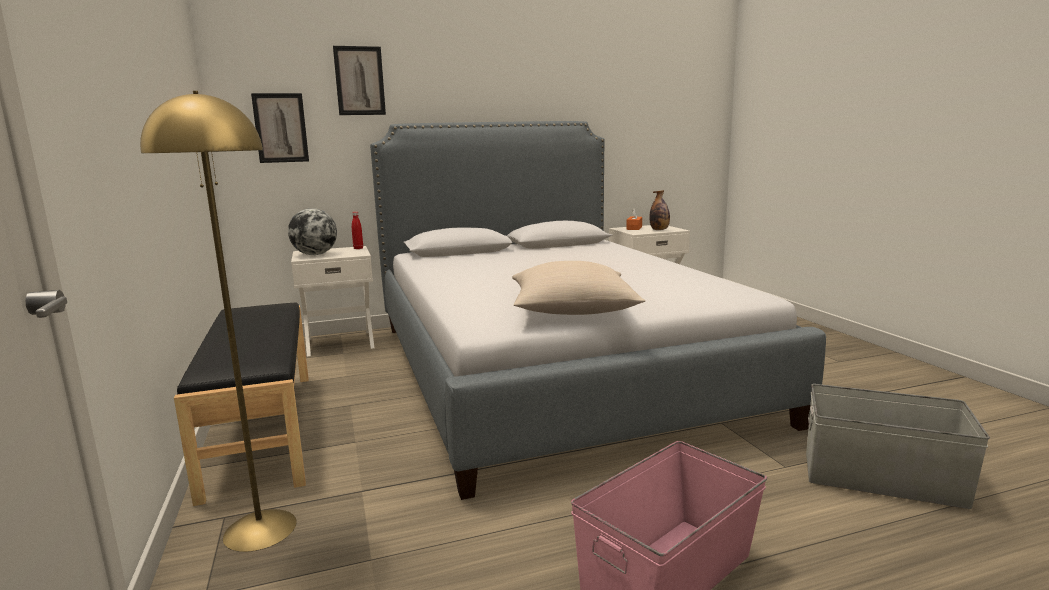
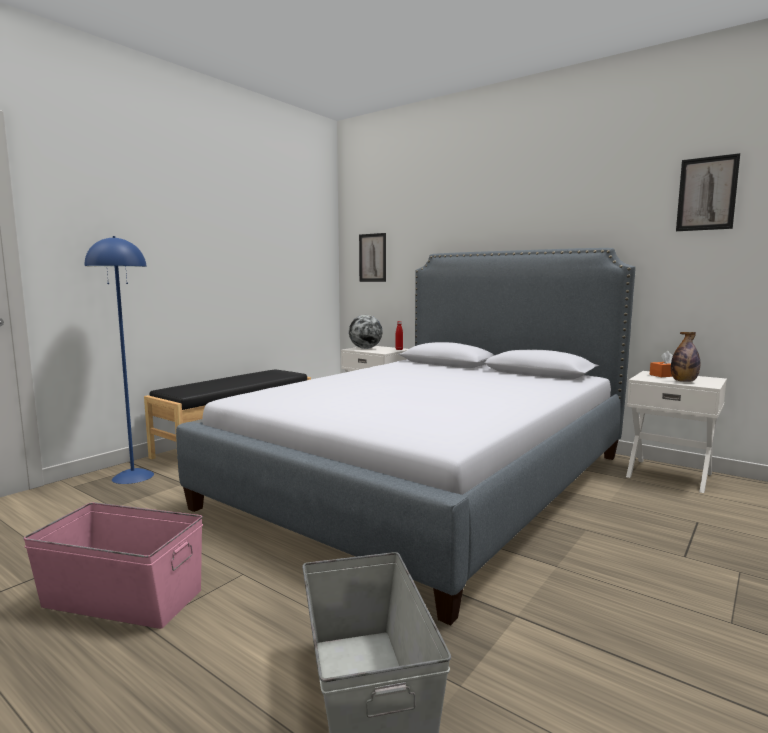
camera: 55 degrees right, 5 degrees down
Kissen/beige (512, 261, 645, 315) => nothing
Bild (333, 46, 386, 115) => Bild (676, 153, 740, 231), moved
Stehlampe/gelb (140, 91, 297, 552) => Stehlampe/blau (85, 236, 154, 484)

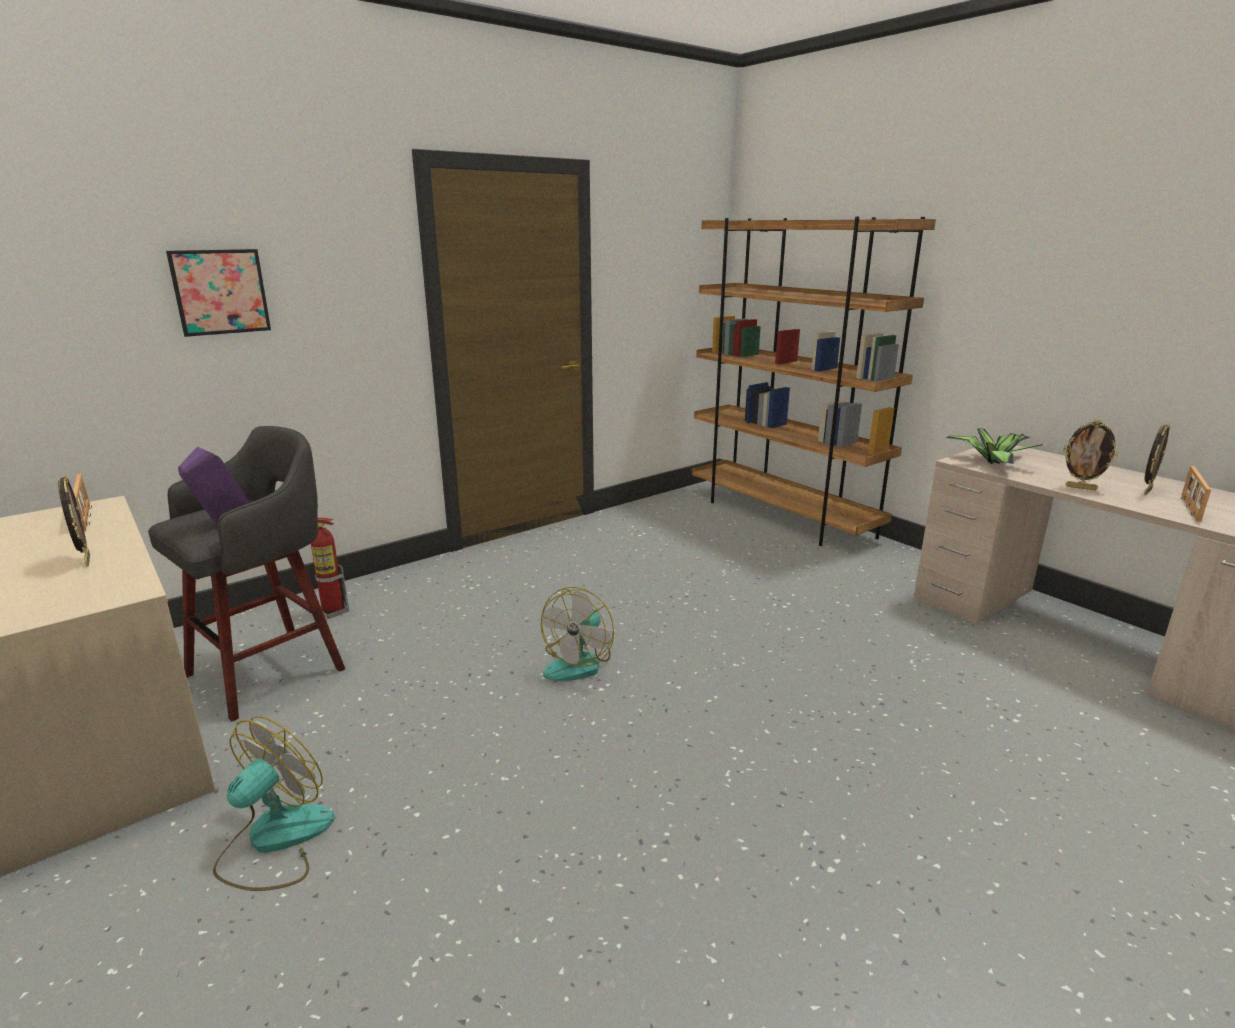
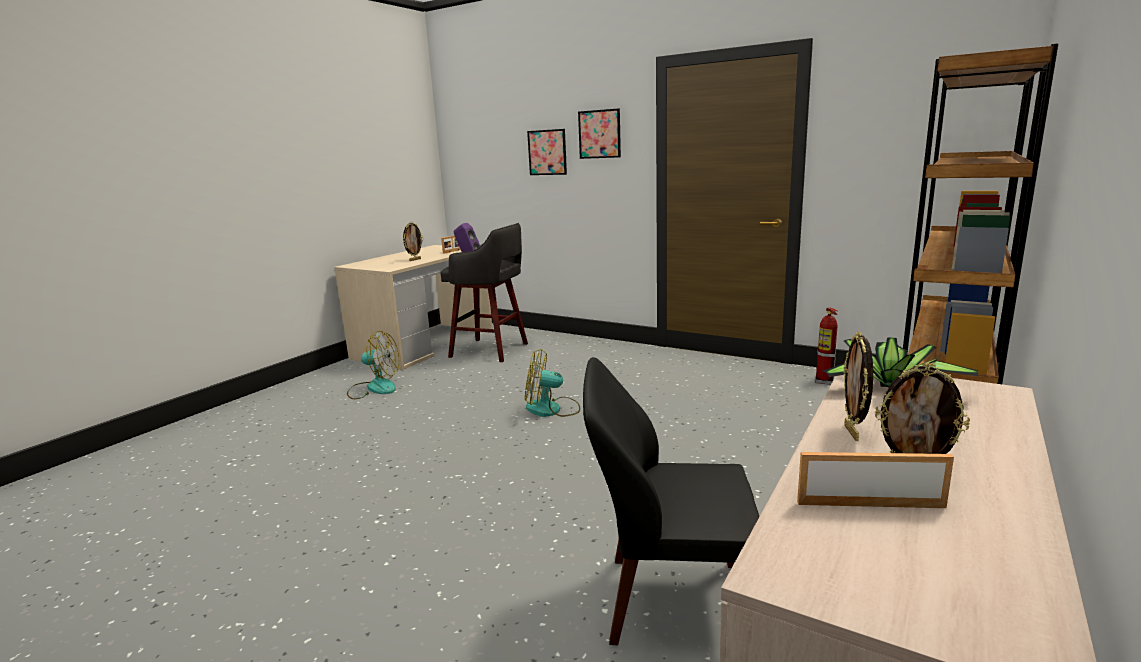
camera: 70 degrees right, 5 degrees down
nothing => Bild (578, 108, 621, 159)
nothing => Stuhl/schwarz (583, 357, 759, 645)
Feuerlöscher (311, 518, 349, 619) => Feuerlöscher (815, 308, 837, 385), moved

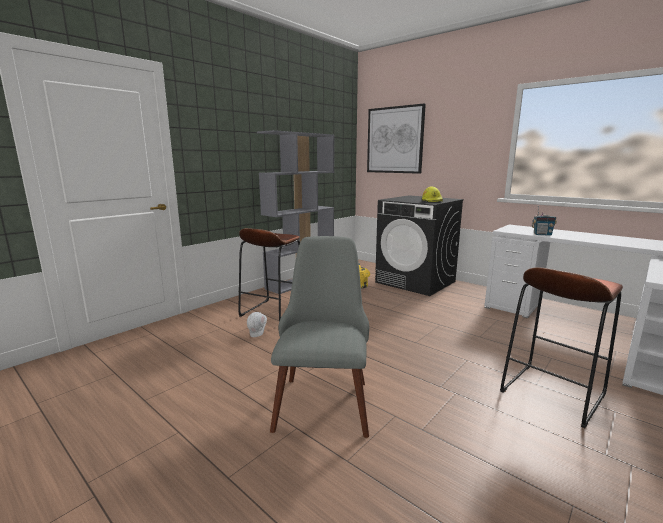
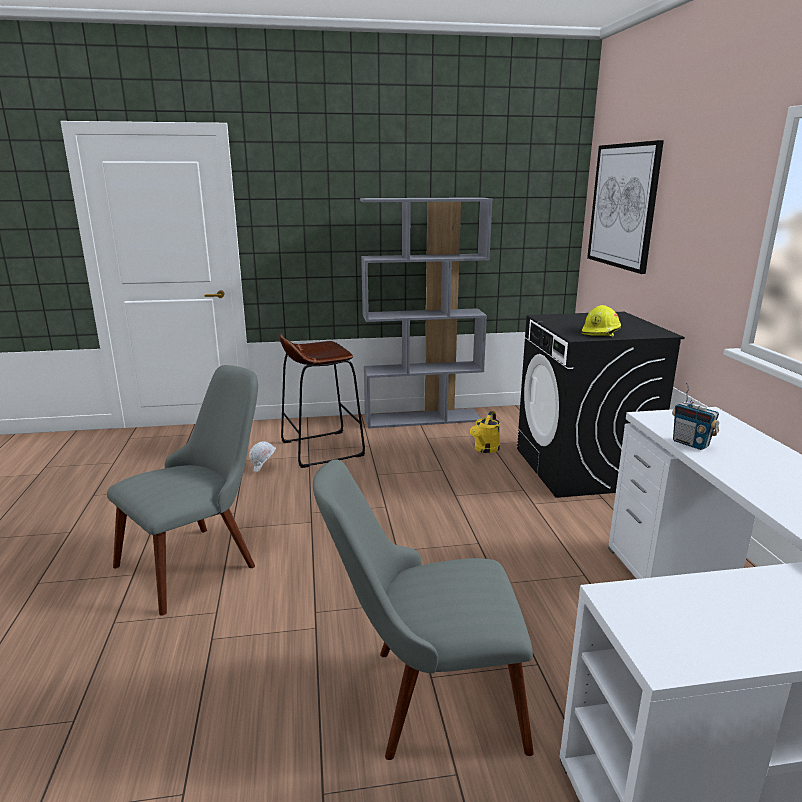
camera: 40 degrees right, 5 degrees up
Hocker/braun (500, 267, 623, 428) => Stuhl/grau (313, 459, 534, 760)

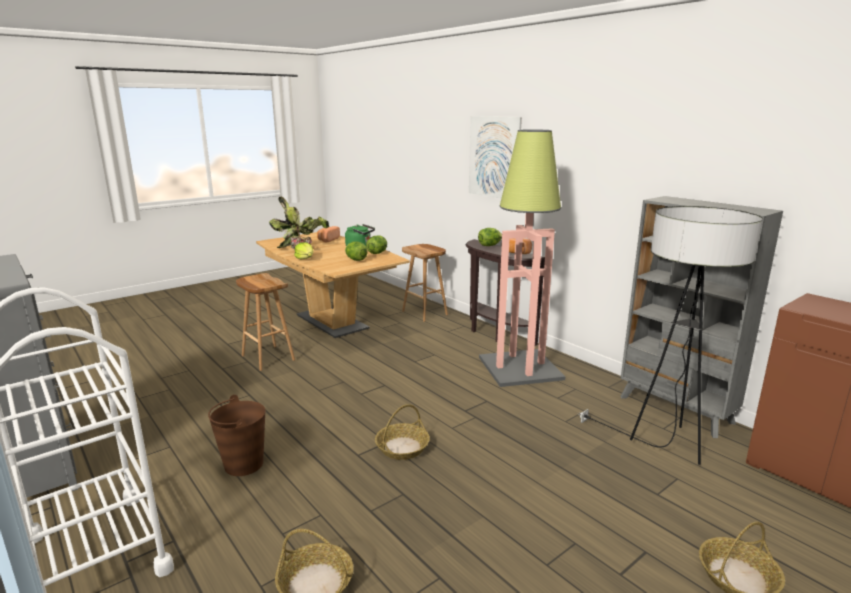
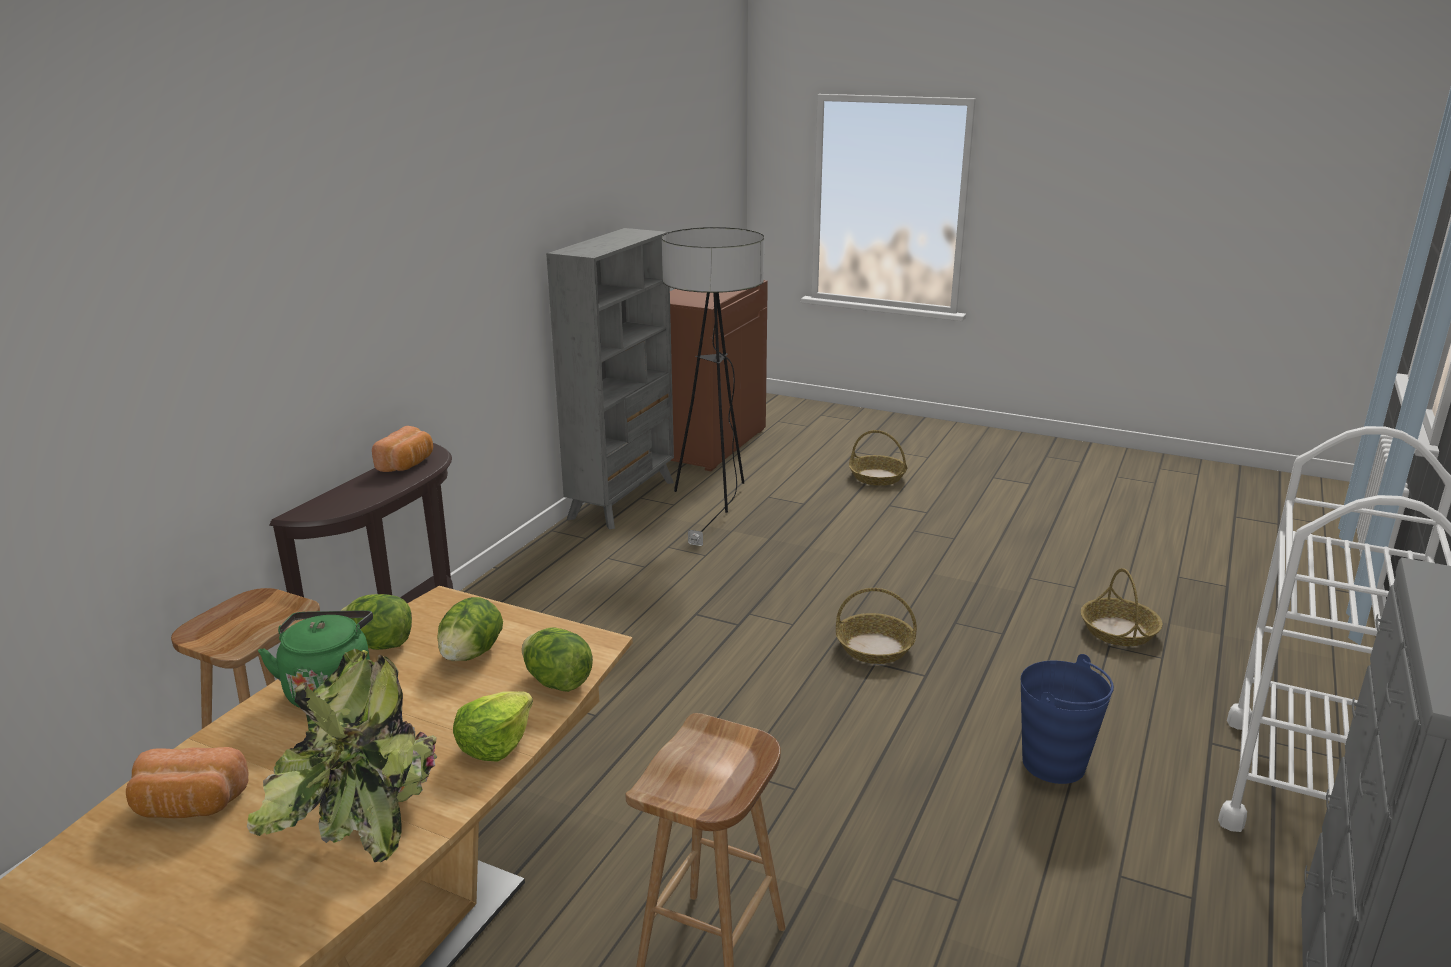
camera: 115 degrees left, 5 degrees up
Bild (469, 116, 522, 198) => nothing
Stehlampe (479, 129, 565, 387) => nothing
Salatkopf (478, 228, 502, 246) => Salatkopf (522, 627, 593, 692), moved
Eimer/braun (208, 395, 265, 476) => Eimer/blau (1021, 654, 1114, 784)

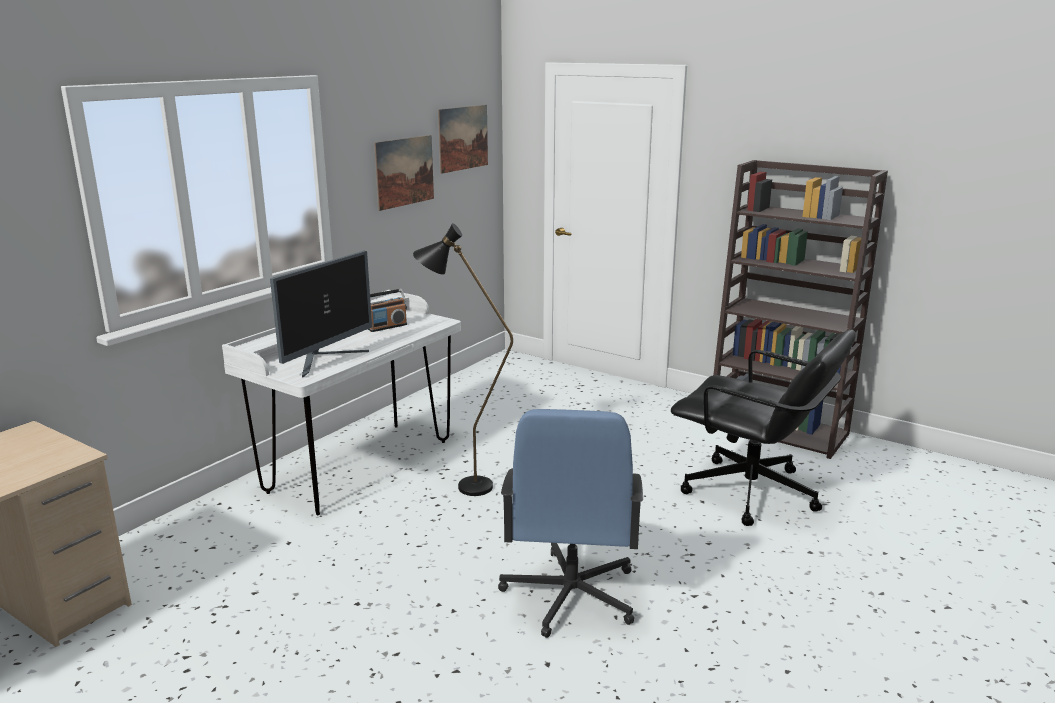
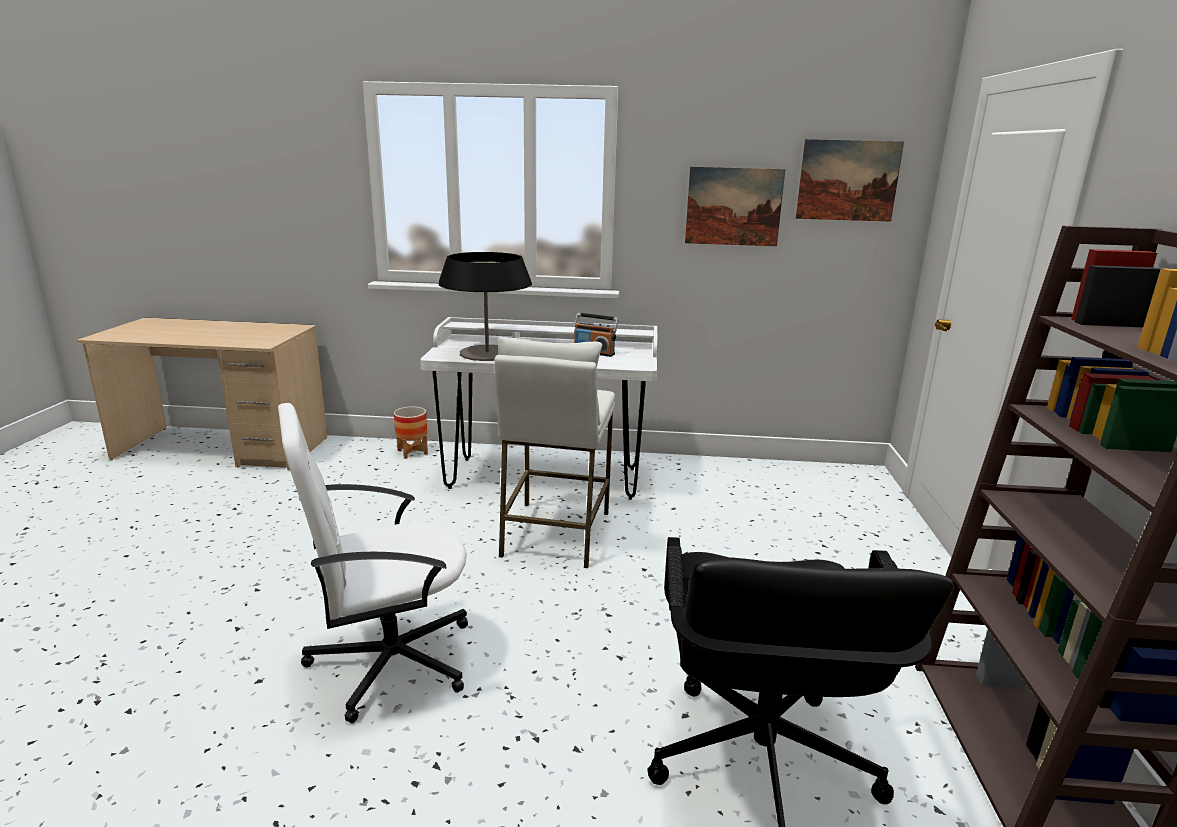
camera: 60 degrees right, 0 degrees up
nothing => Pflanzkübel (394, 406, 428, 459)
Monitor (270, 251, 372, 378) => Tischlampe (439, 252, 532, 361)
Stehlampe/schwarz (413, 223, 513, 496) => Hocker/weiß (494, 336, 615, 568)
Bürostuhl/blau (498, 409, 643, 638) => Bürostuhl/weiß (278, 403, 468, 723)

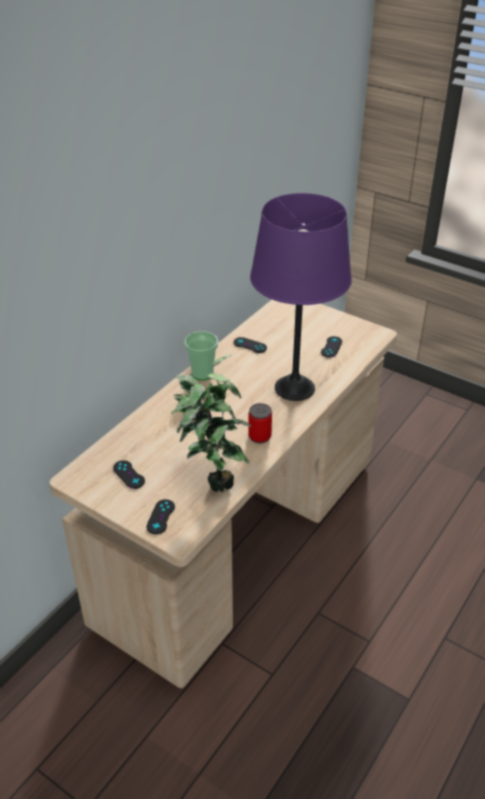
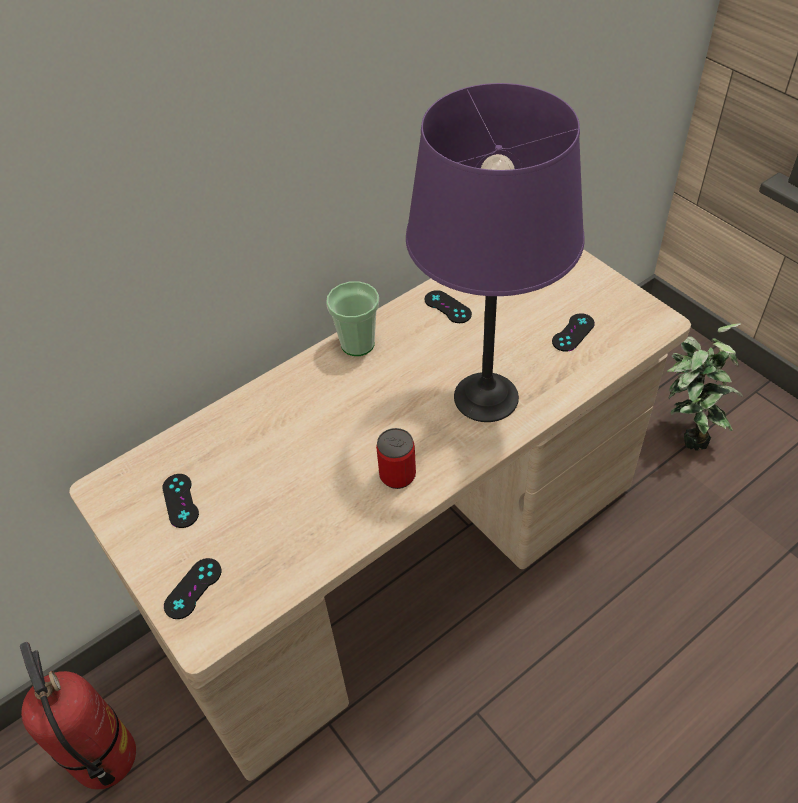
camera: 20 degrees right, 10 degrees up
nothing => Feuerlöscher (20, 642, 136, 789)
Topfpflanze (171, 354, 251, 492) => Topfpflanze (667, 323, 743, 451), moved

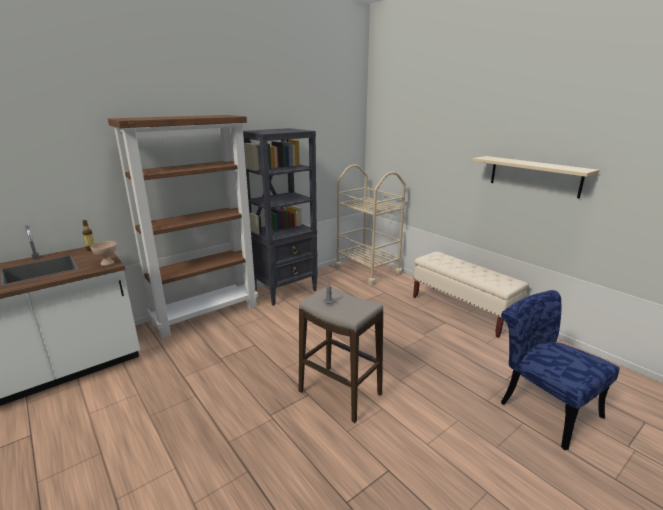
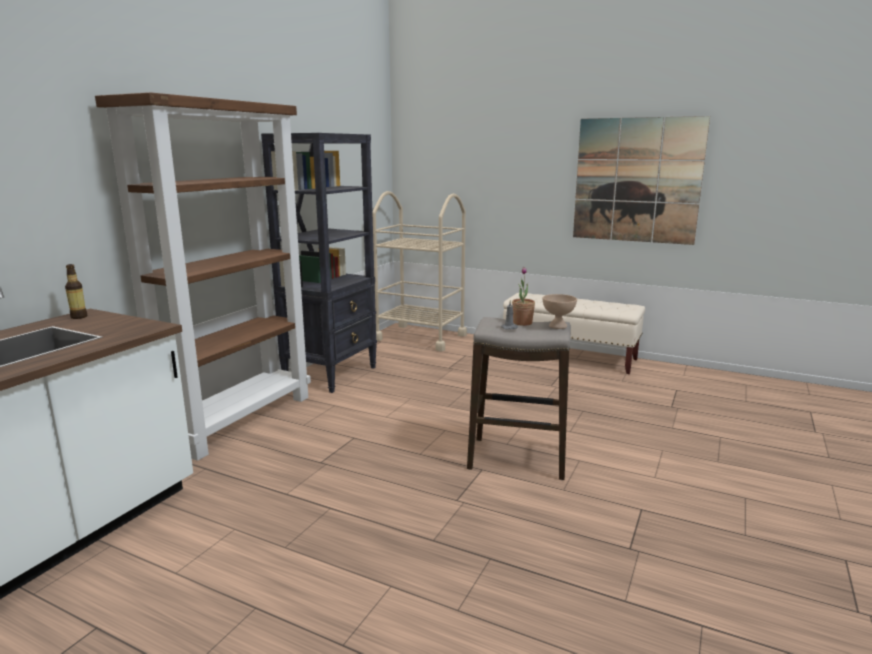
camera: 25 degrees left, 5 degrees down
Stuhl/blau (501, 290, 620, 450) => nothing
nothing => Topfpflanze (512, 267, 535, 326)
Schüssel/beige (90, 241, 117, 266) => Schüssel/beige (542, 294, 577, 329), moved
Wandregal/beige (472, 156, 599, 198) => Bild (573, 116, 710, 245)

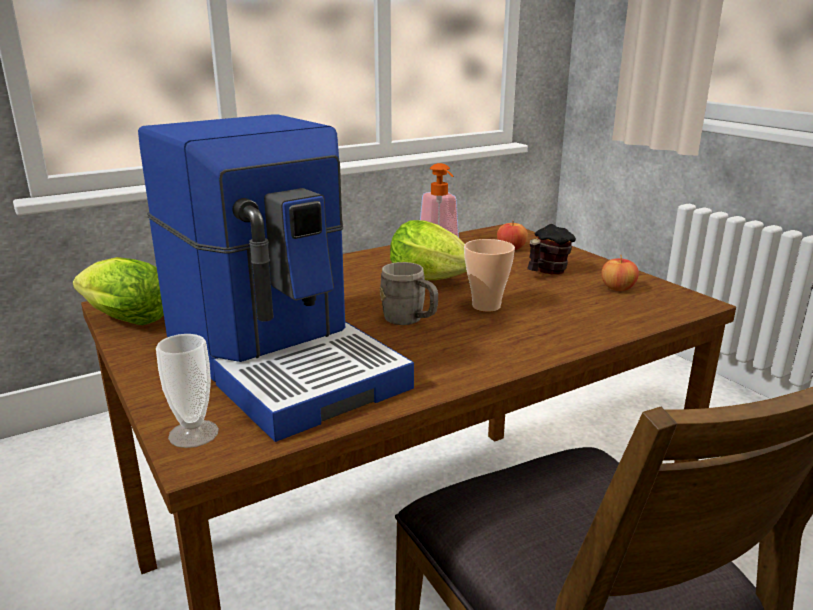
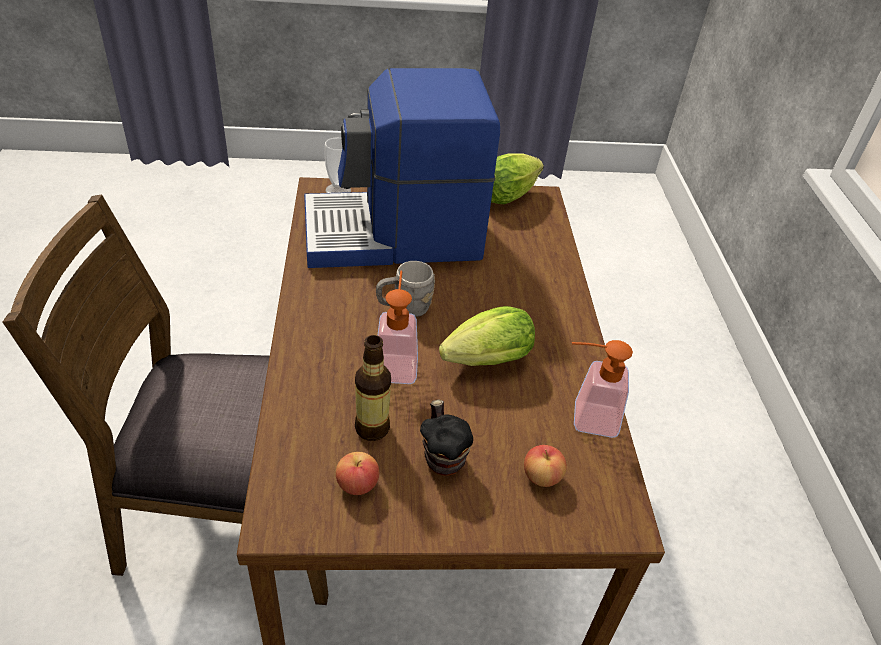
camera: 115 degrees right, 20 degrees up
nothing => Flasche (355, 335, 391, 441)
Tasse (464, 239, 515, 312) => Seifenspender (377, 270, 418, 384)

